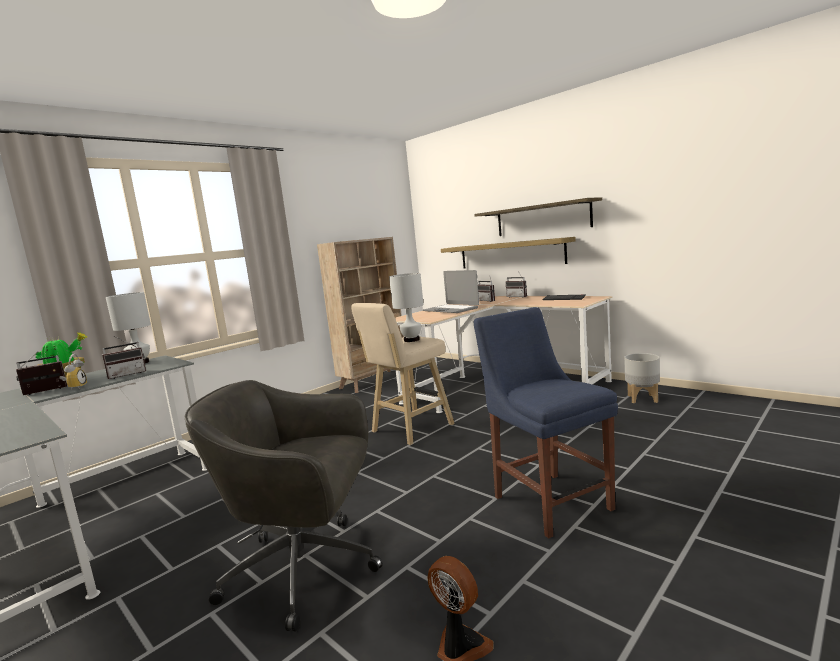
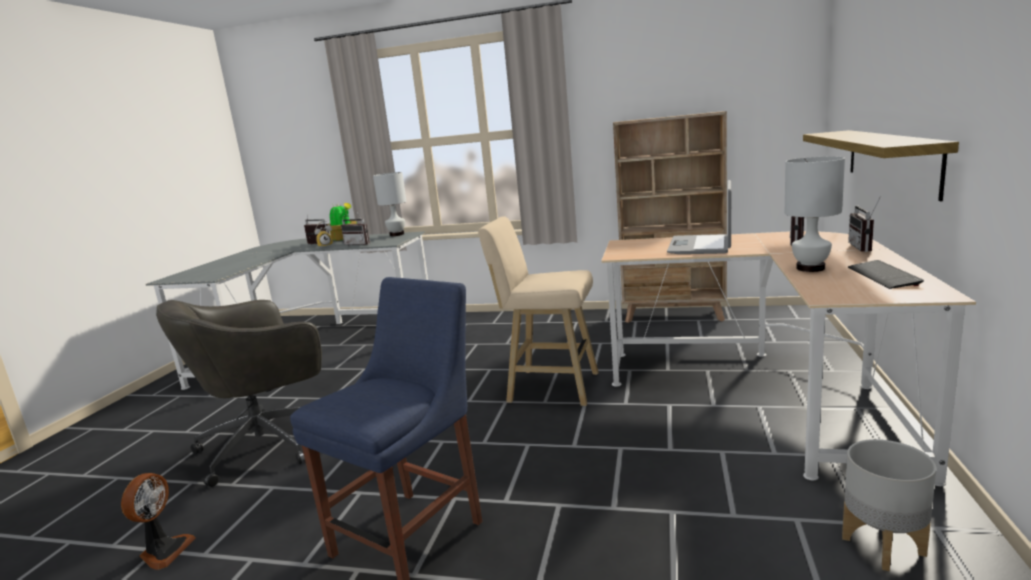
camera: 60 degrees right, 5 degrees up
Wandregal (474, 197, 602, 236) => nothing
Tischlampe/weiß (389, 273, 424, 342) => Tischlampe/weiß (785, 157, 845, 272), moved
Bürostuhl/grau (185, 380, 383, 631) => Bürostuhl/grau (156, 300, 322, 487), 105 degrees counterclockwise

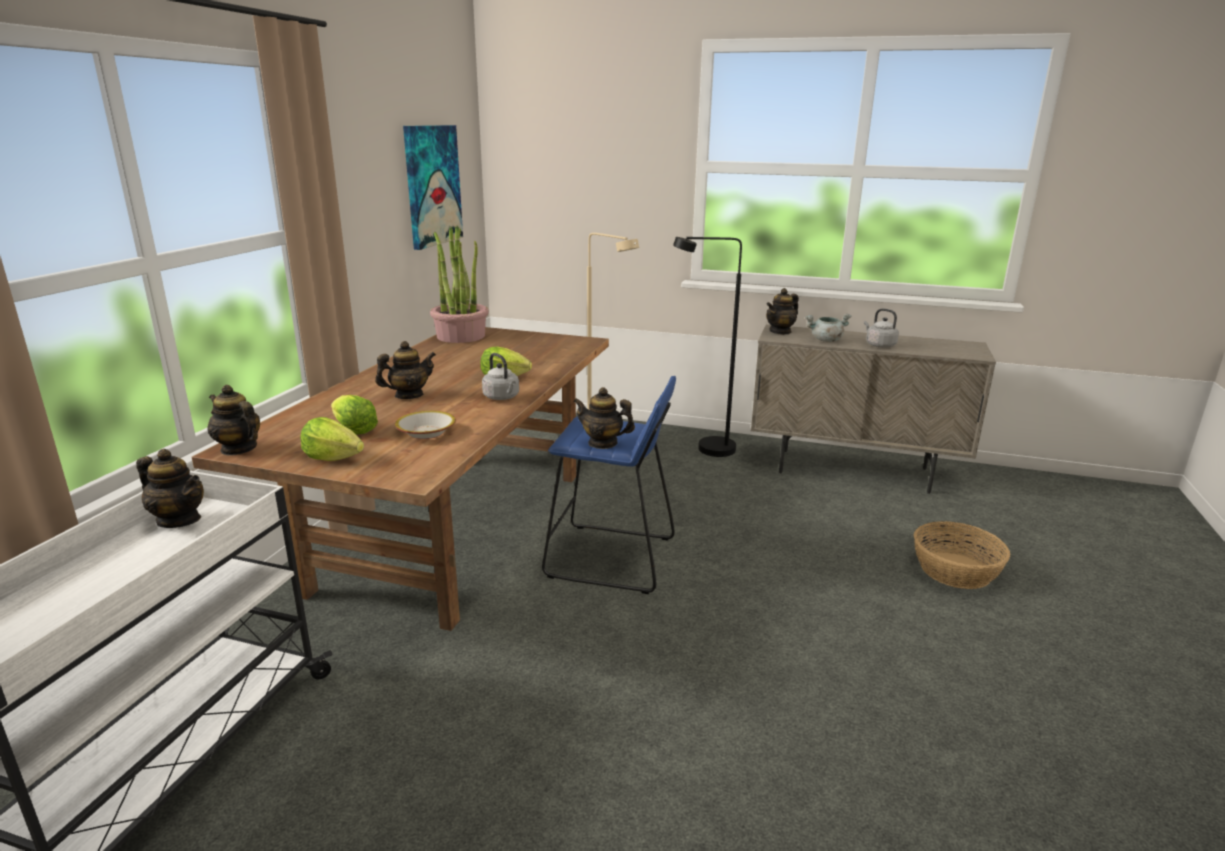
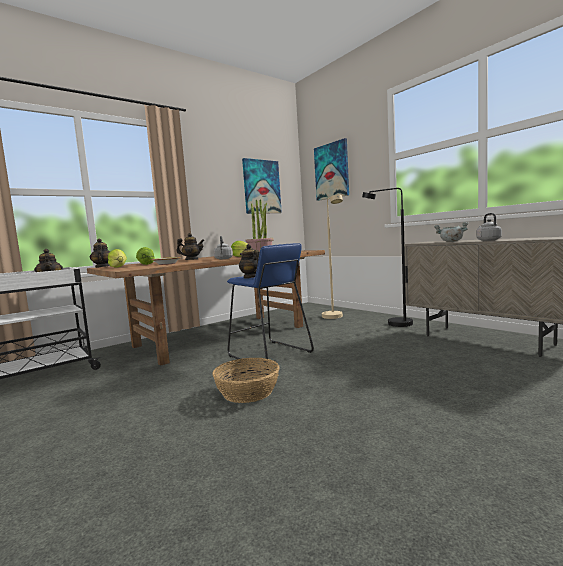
camera: 35 degrees right, 15 degrees down
Teekanne (766, 288, 799, 335) => nothing
nothing => Bild (314, 138, 349, 201)
Korb (914, 521, 1010, 589) => Korb (212, 358, 279, 403), moved

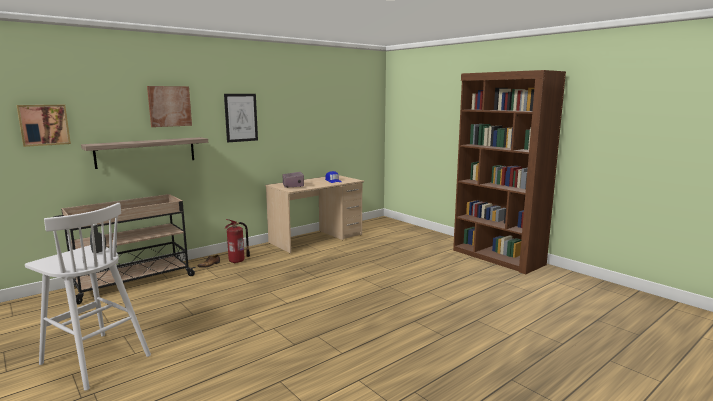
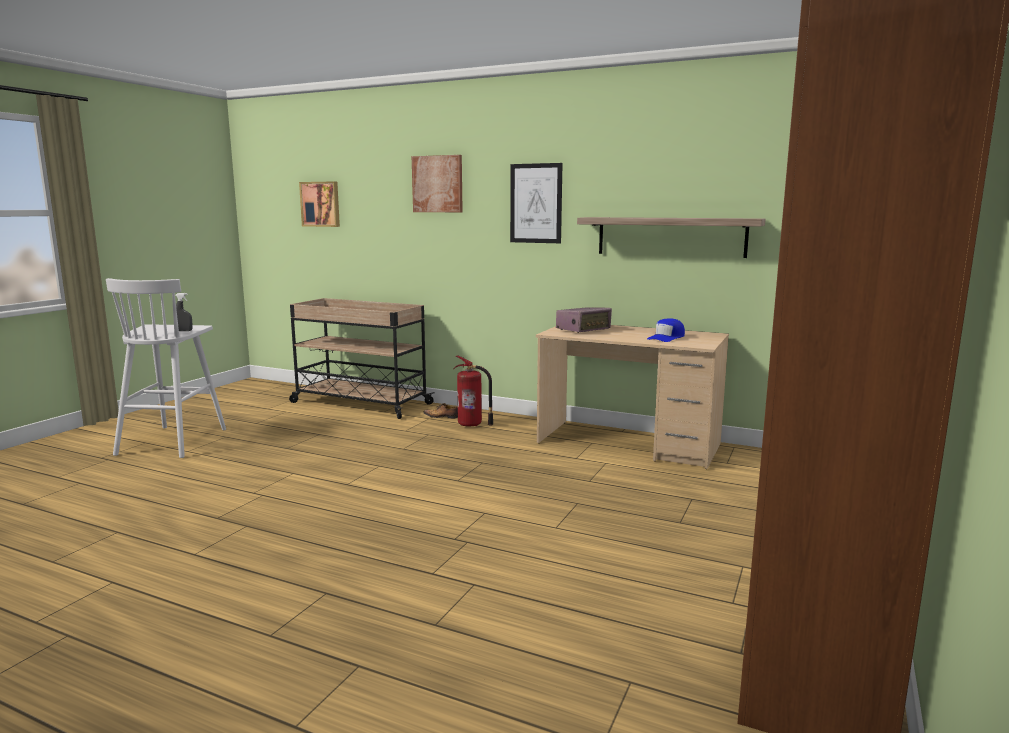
camera: 65 degrees right, 0 degrees up
Wandregal (81, 137, 208, 169) => Wandregal (577, 217, 766, 258), moved

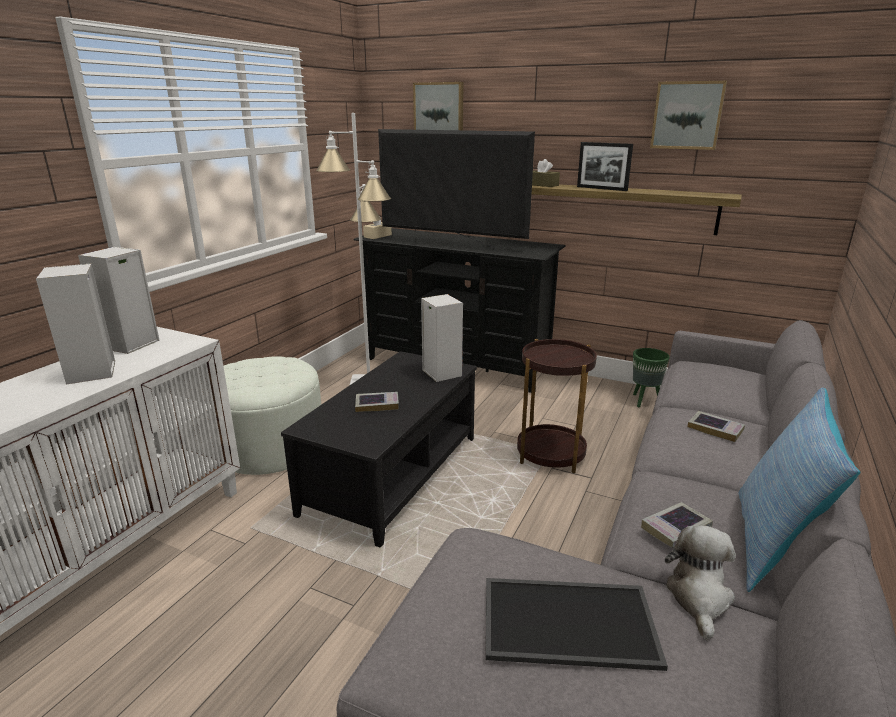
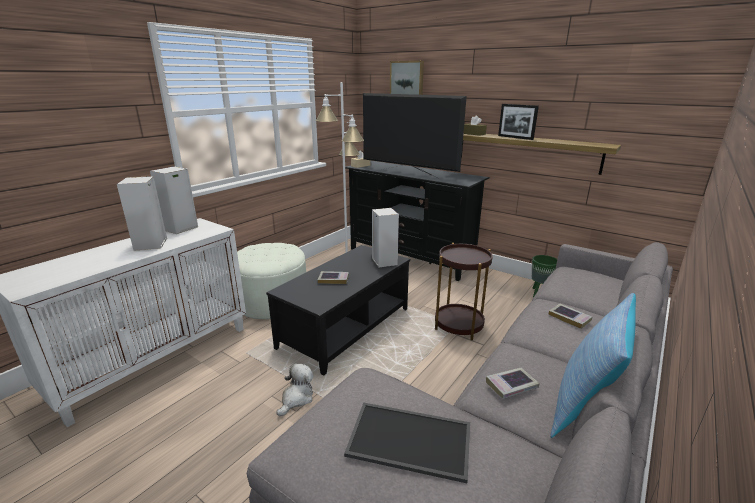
camera: 10 degrees right, 0 degrees up
Bild (650, 81, 727, 150) => nothing
Plüschtier (665, 525, 736, 640) => Plüschtier (277, 363, 313, 416), moved

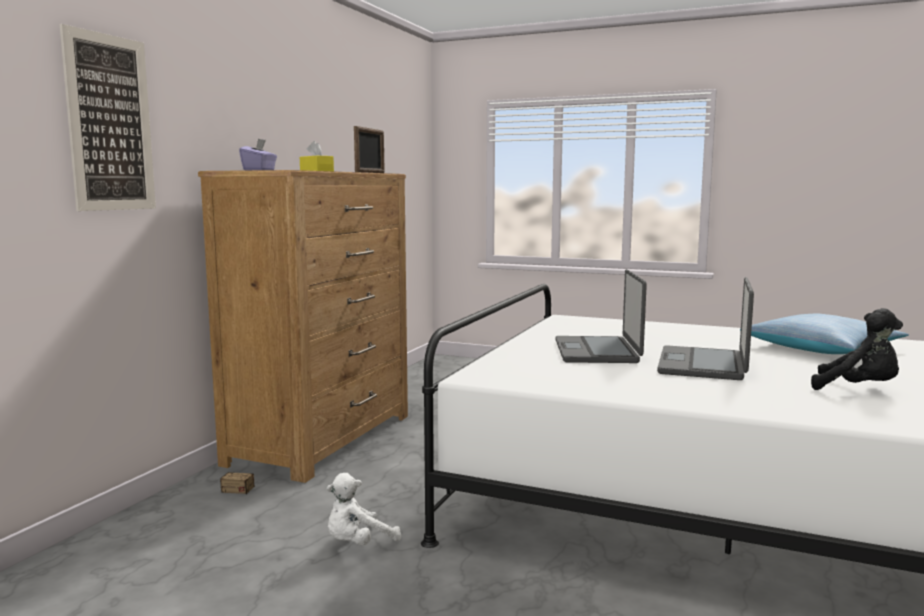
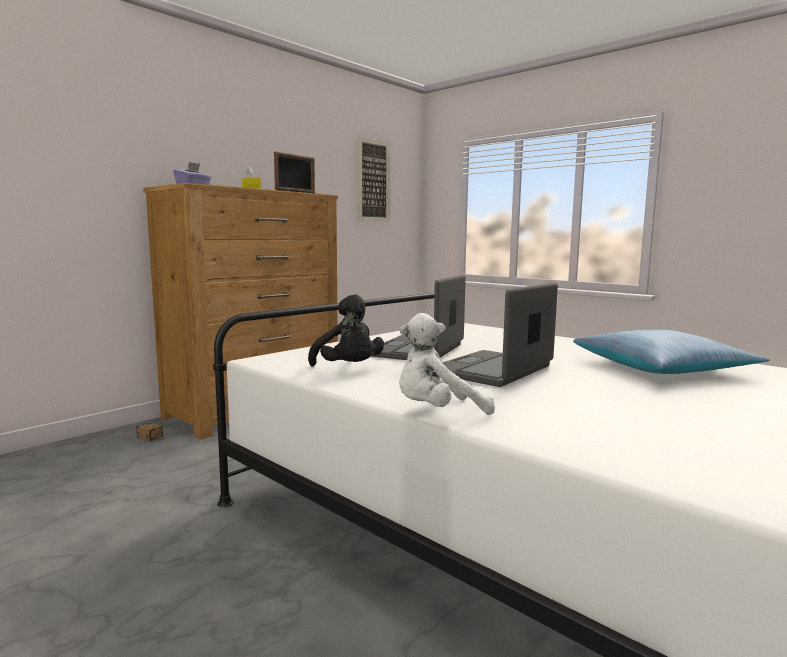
camera: 20 degrees right, 0 degrees up
Bild (60, 24, 156, 211) => Bild (357, 136, 390, 222), moved
Plüschtier/weiß (326, 473, 401, 545) => Plüschtier/weiß (399, 313, 495, 415), moved
Plüschtier/schwarz (811, 308, 903, 390) => Plüschtier/schwarz (308, 294, 384, 366), moved

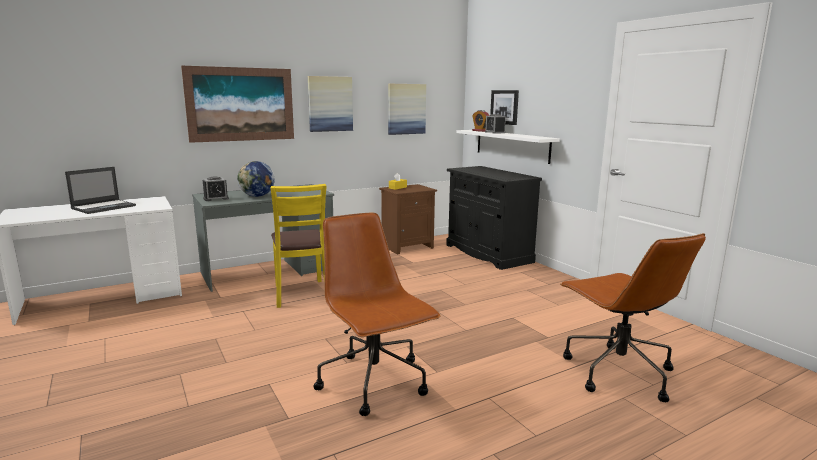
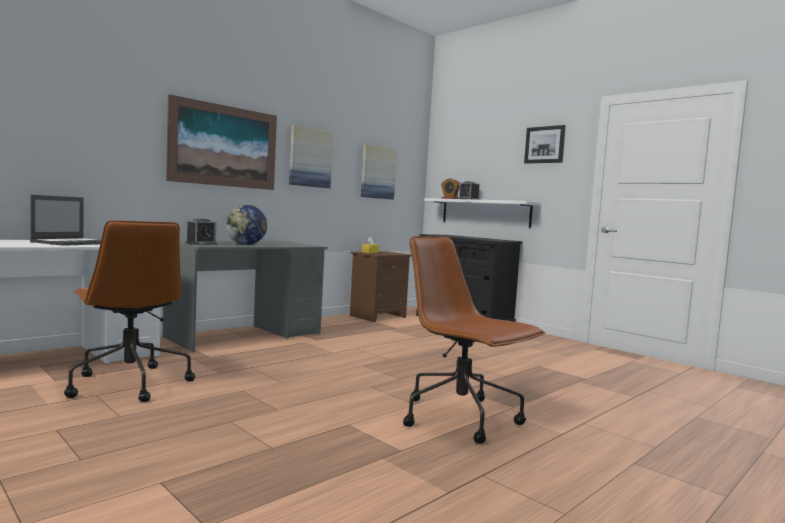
camera: 15 degrees left, 10 degrees down
Stuhl/gelb (270, 184, 327, 308) => nothing
Bild (490, 90, 519, 125) => Bild (524, 125, 566, 164), moved
Bürostuhl/braun (560, 233, 706, 403) => Bürostuhl/braun (64, 220, 195, 402), moved

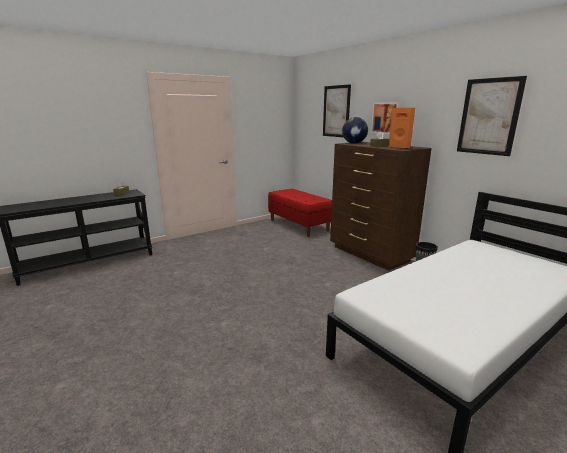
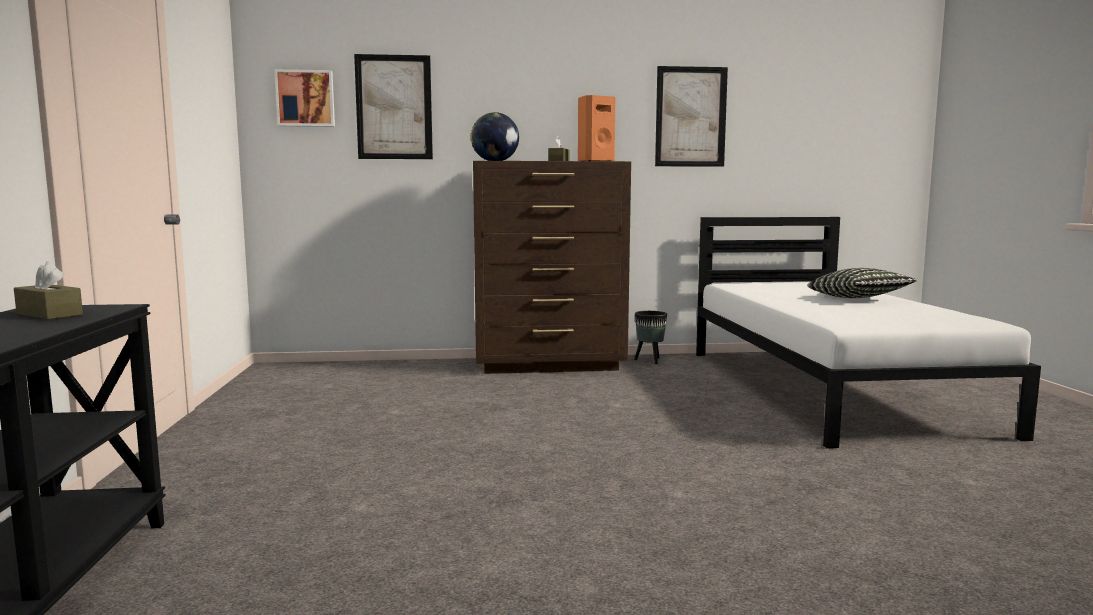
camera: 60 degrees left, 10 degrees down
Bank/rot (268, 189, 332, 237) => nothing
nothing => Kissen (808, 268, 917, 298)
Bild (371, 102, 400, 134) => Bild (274, 69, 335, 127), moved

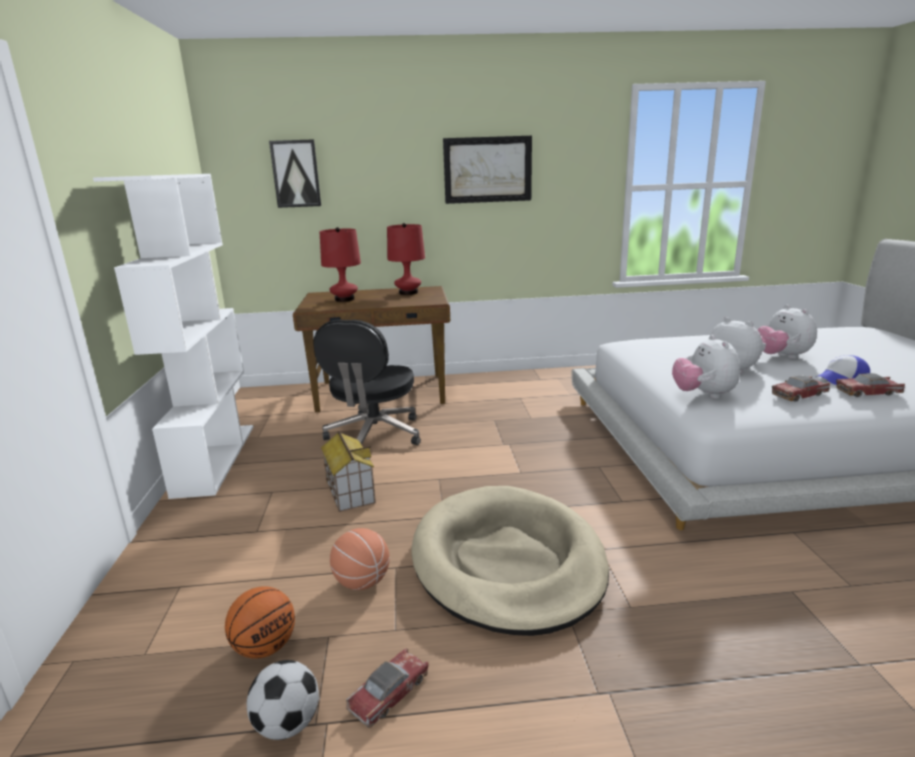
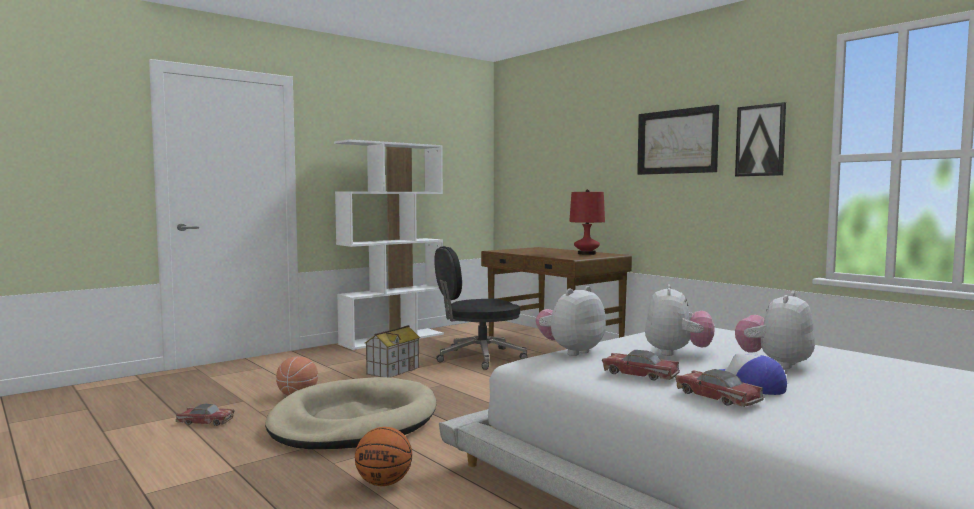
camera: 55 degrees right, 15 degrees down
Fußball (247, 660, 319, 740) => nothing
Tischlampe/rot (320, 227, 361, 302) => nothing
Basketball (225, 586, 295, 659) => Basketball (355, 427, 412, 486), moved
Bild (269, 139, 321, 208) => Bild (735, 102, 786, 177), moved

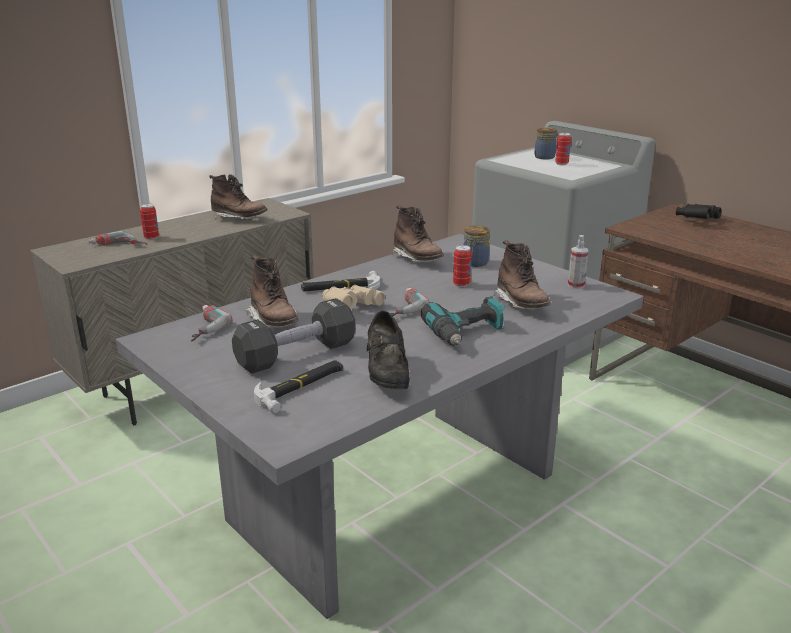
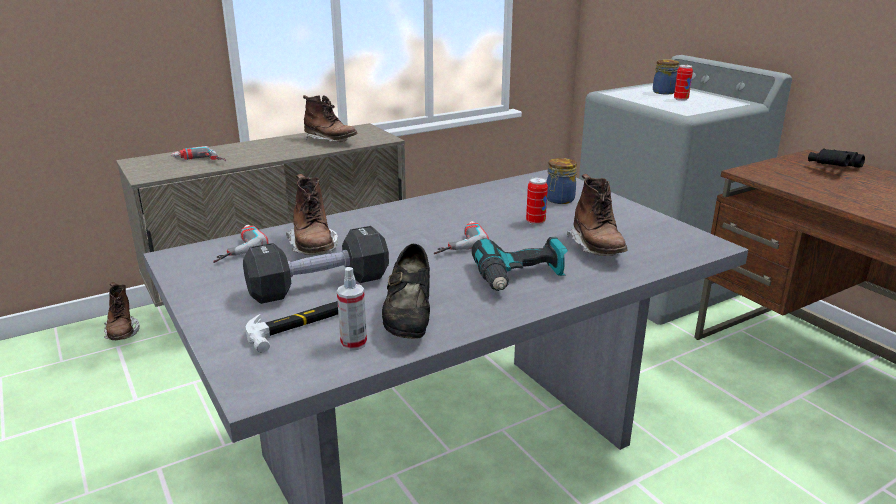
camera: 10 degrees right, 0 degrees up
Dose (140, 203, 159, 240) => nothing
Hammer (301, 271, 380, 291) => nothing
Fernglas/beige (322, 285, 385, 308) => nothing
Stiefel/braun (392, 205, 444, 263) => Stiefel/braun (104, 282, 140, 340), moved
Sprühflasche (568, 235, 589, 289) => Sprühflasche (337, 267, 367, 351), moved

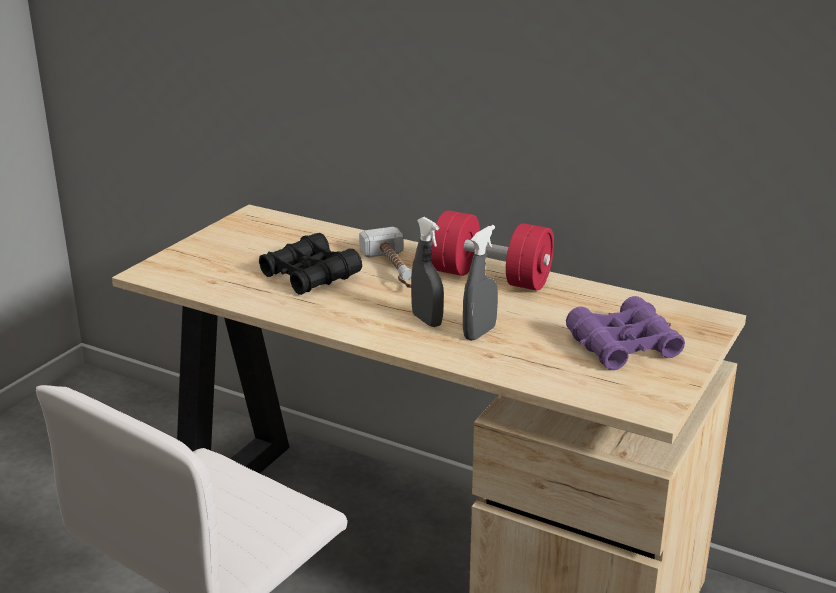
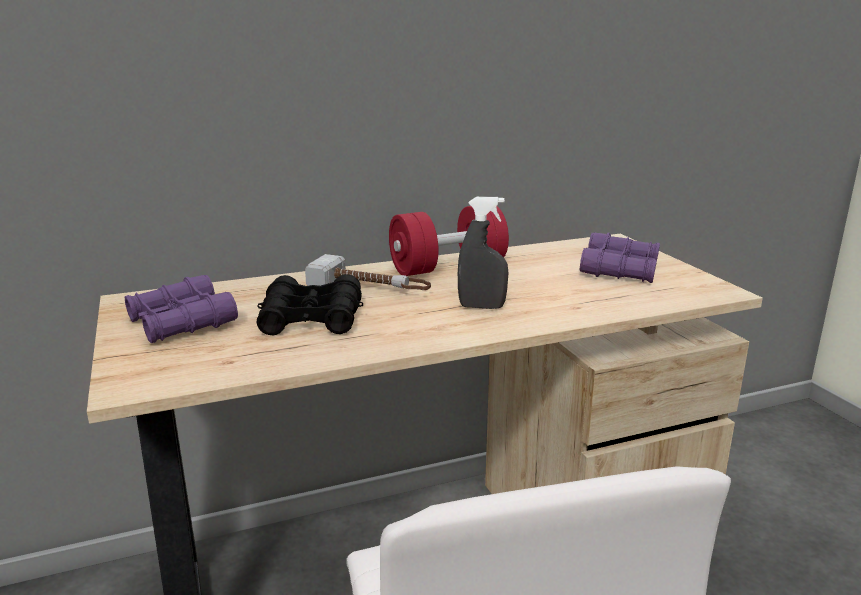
camera: 50 degrees left, 5 degrees down
Sprühflasche/grau (463, 225, 498, 341) => nothing
nothing => Fernglas/lila (125, 275, 238, 343)

